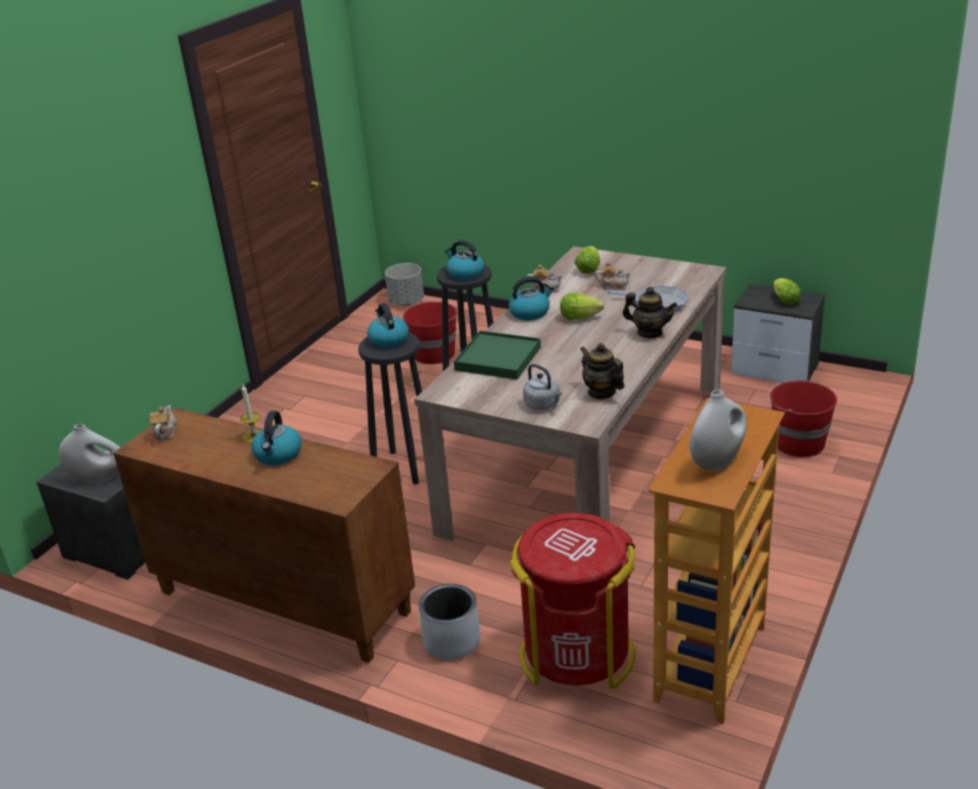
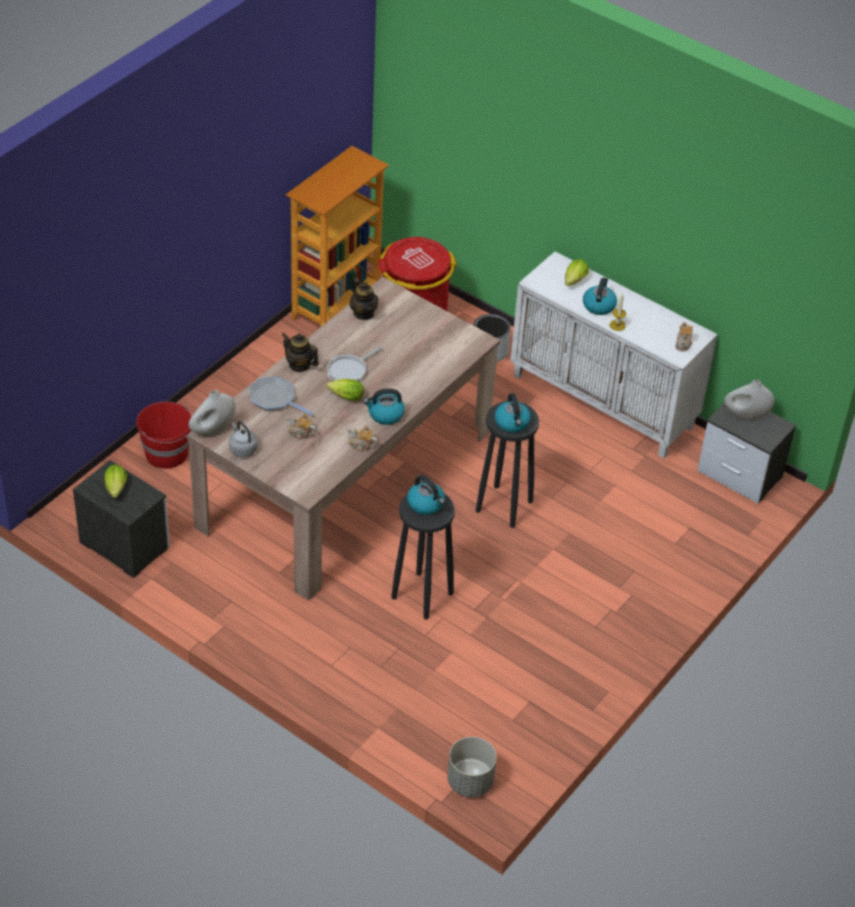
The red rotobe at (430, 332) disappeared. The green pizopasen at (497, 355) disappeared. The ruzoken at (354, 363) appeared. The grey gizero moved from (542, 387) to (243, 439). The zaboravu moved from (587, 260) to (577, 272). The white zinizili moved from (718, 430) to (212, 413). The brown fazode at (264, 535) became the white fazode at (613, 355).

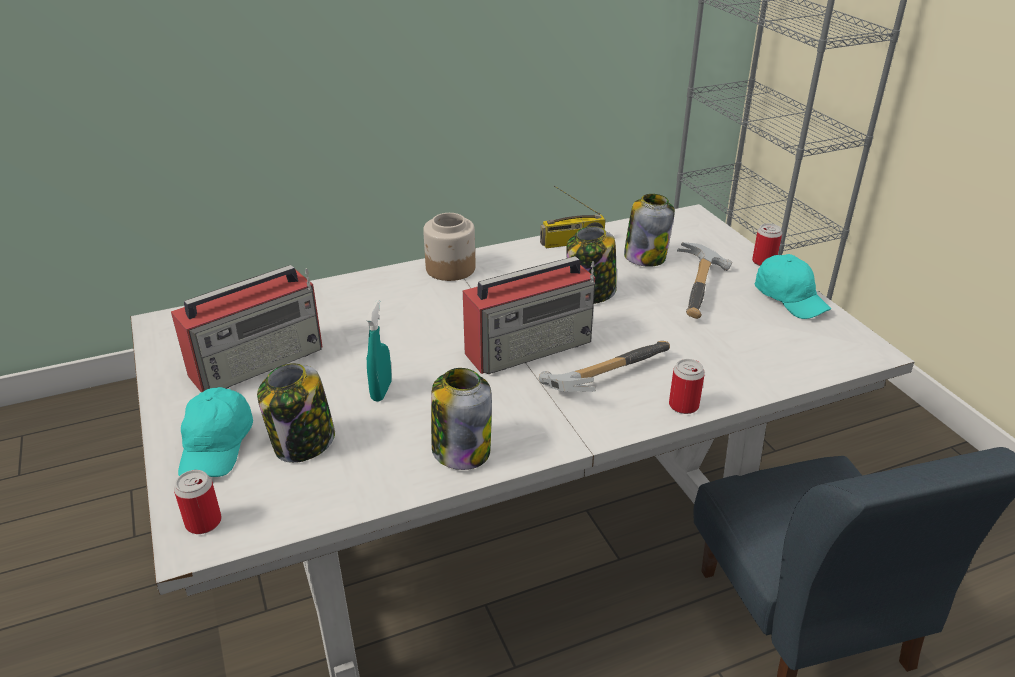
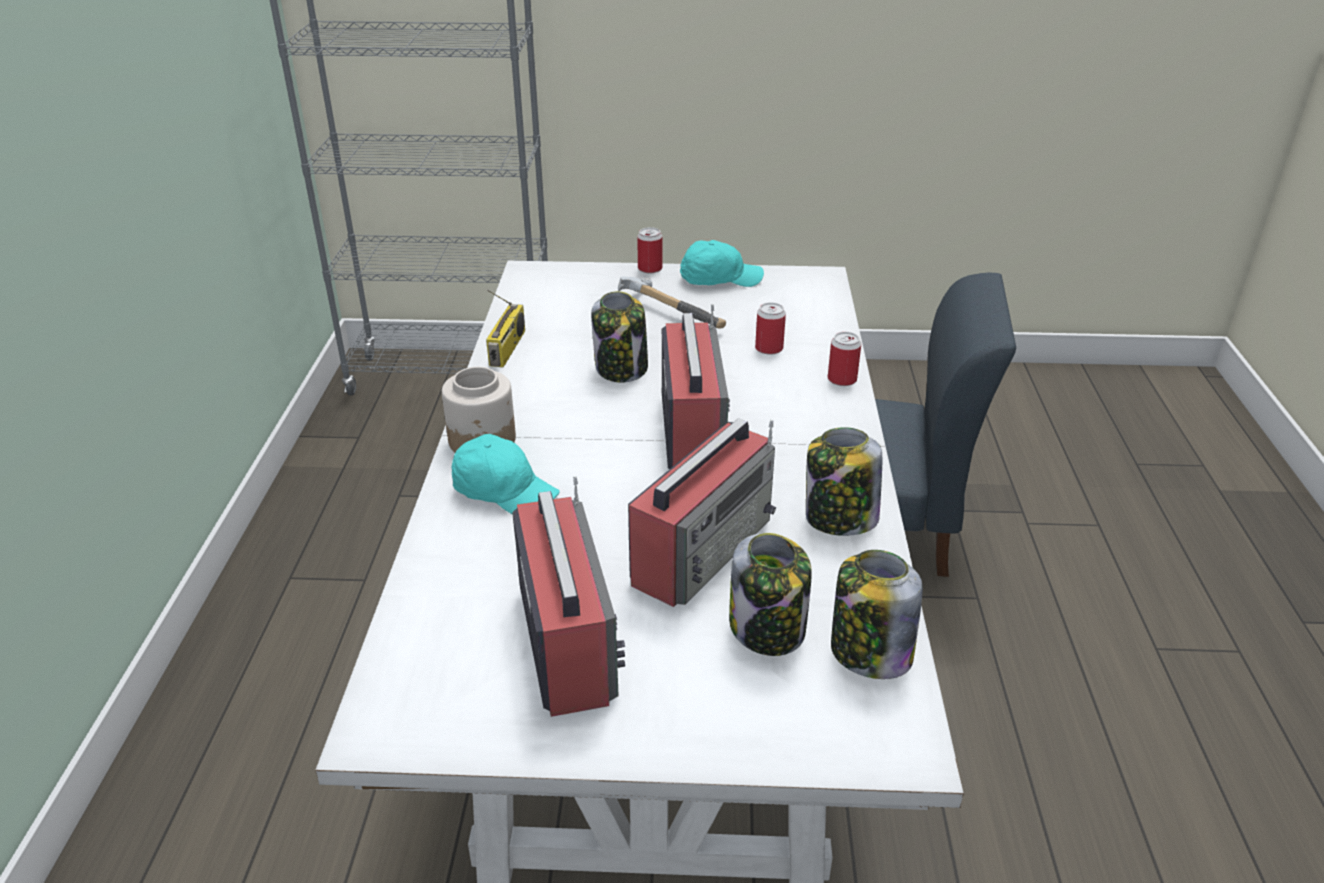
The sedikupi at (604, 366) disappeared. The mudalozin moved from (198, 502) to (770, 328). The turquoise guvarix moved from (215, 432) to (506, 474). The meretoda moved from (649, 230) to (877, 614). The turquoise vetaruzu at (379, 351) was replaced by the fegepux at (702, 512).

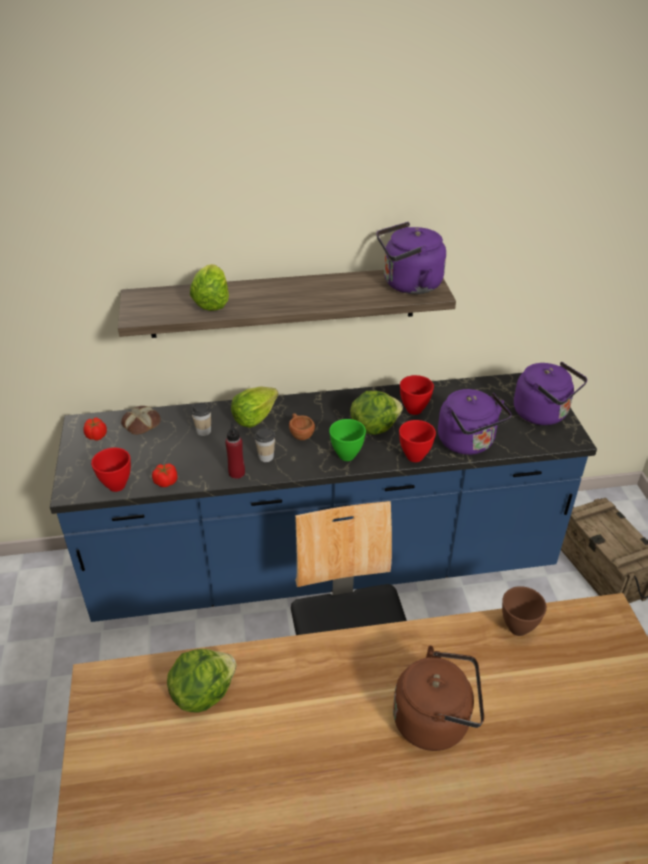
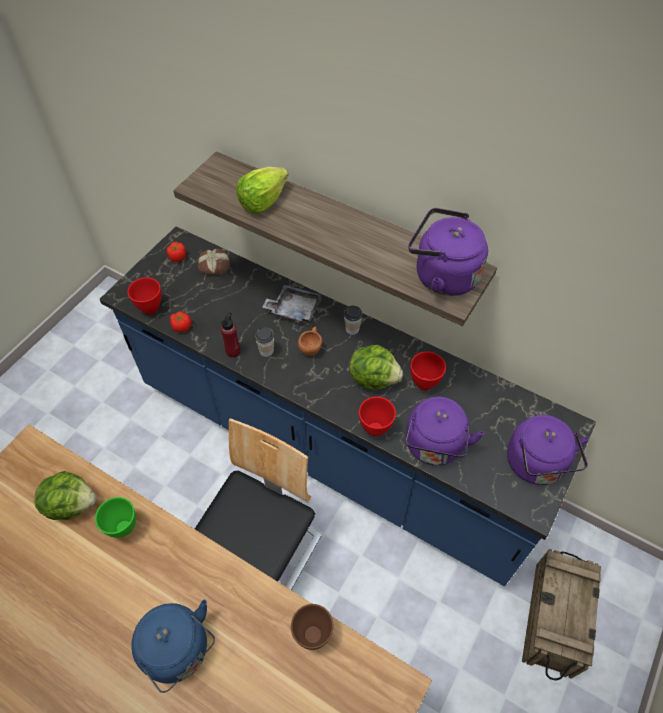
The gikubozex moved from (201, 419) to (353, 320). The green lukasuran moved from (347, 440) to (115, 517). The zaboravu at (254, 407) was replaced by the grey pizopasen at (291, 304). The brown gizero at (438, 698) became the blue gizero at (173, 646).

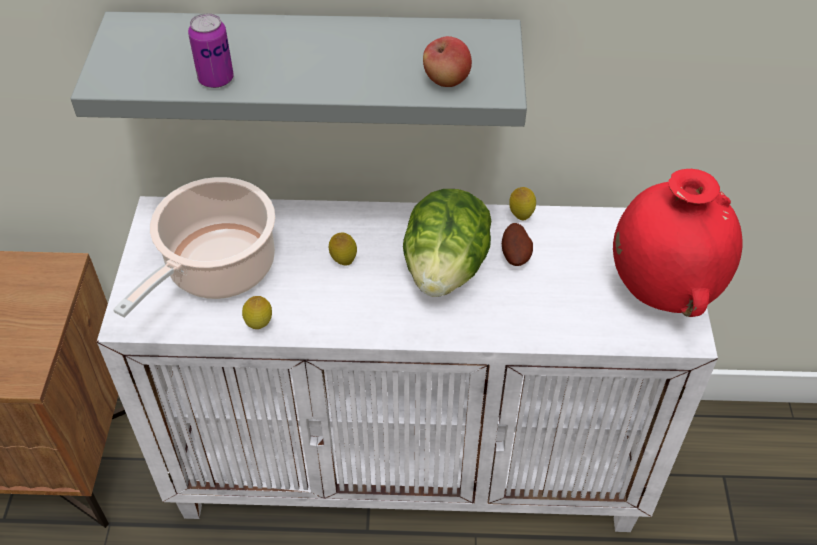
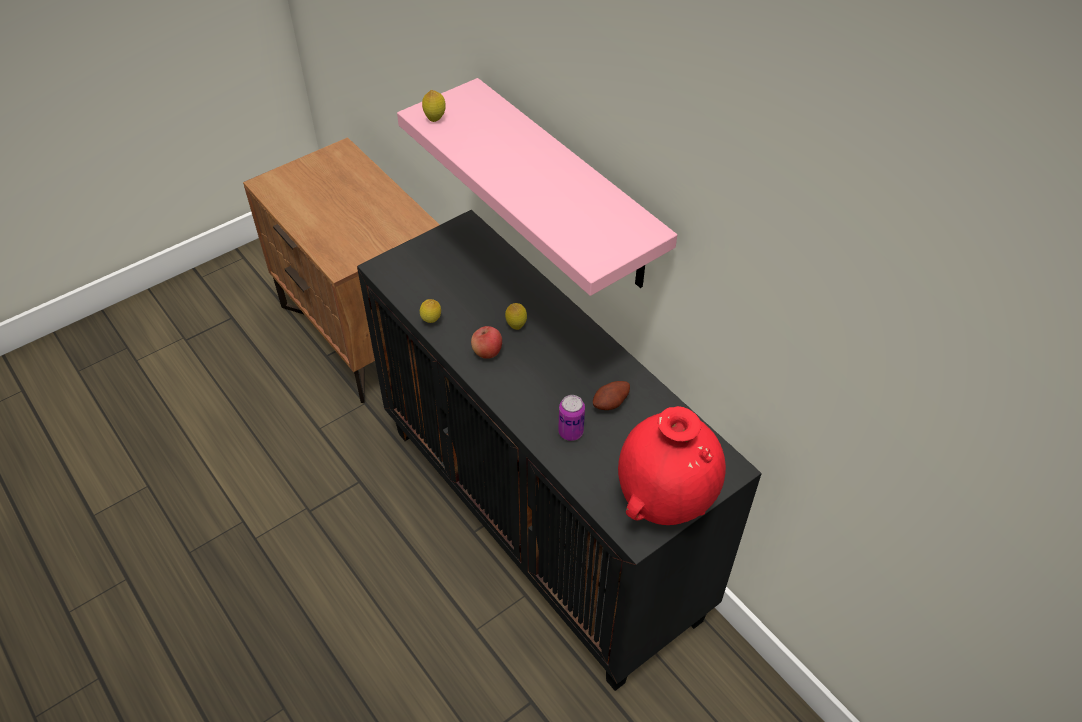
The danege at (194, 247) disappeared. The zaboravu at (447, 243) disappeared. The mudalozin moved from (211, 50) to (571, 418). The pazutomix moved from (447, 61) to (486, 342). The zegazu moved from (522, 203) to (434, 106). The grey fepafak at (299, 69) became the pink fepafak at (537, 187). The white fazode at (407, 364) became the black fazode at (559, 450).

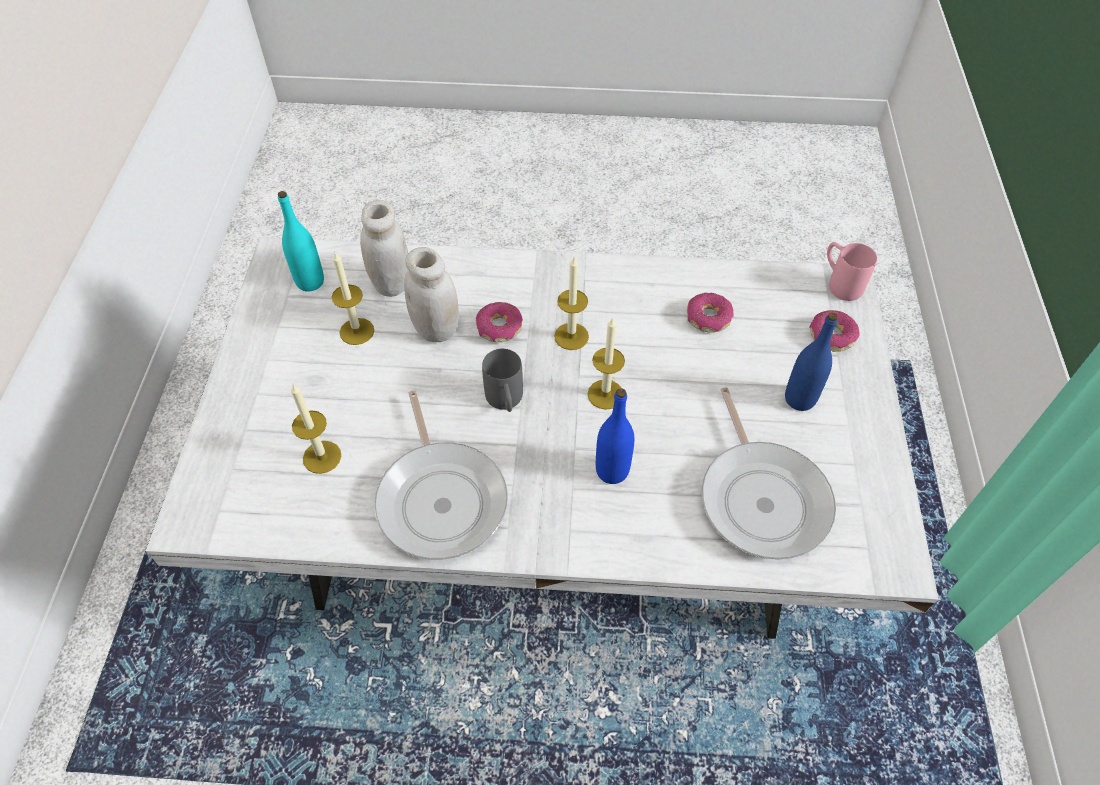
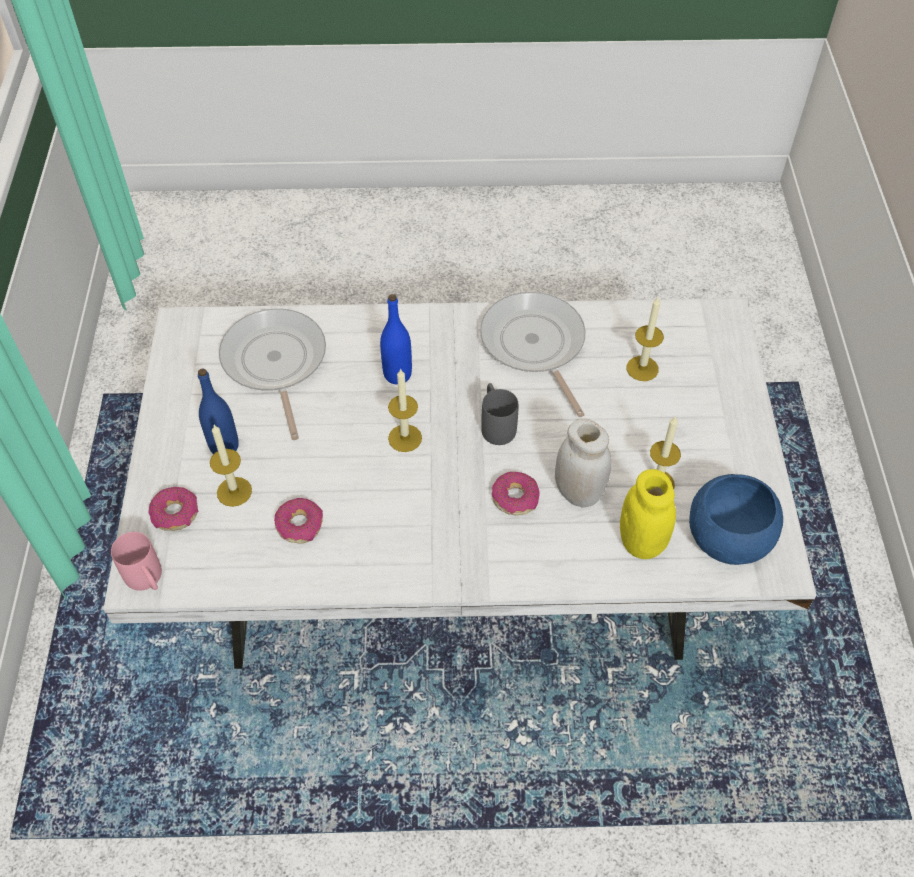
The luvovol moved from (571, 304) to (231, 466). The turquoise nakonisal at (301, 241) was replaced by the blue lukasuran at (736, 519). The white meretoda at (384, 248) became the yellow meretoda at (648, 514).

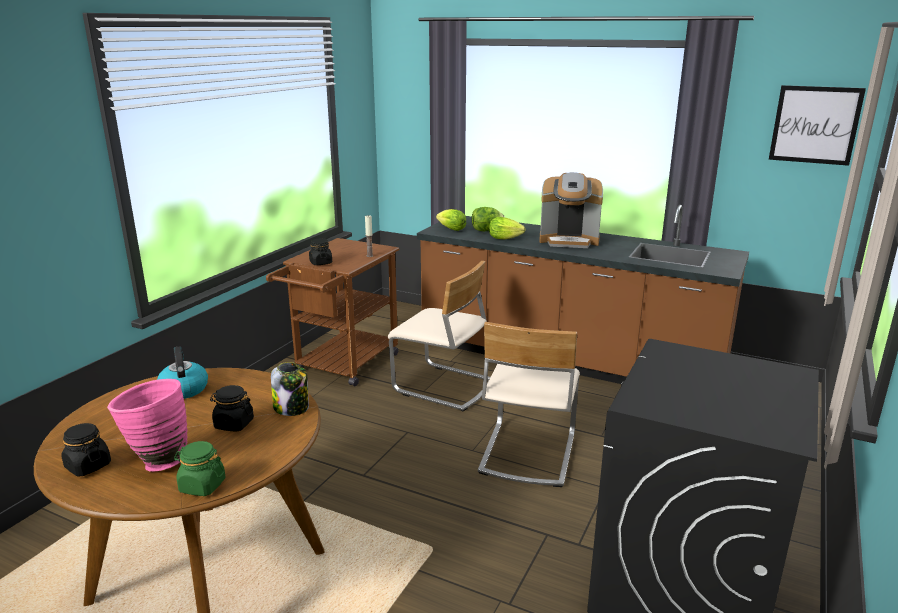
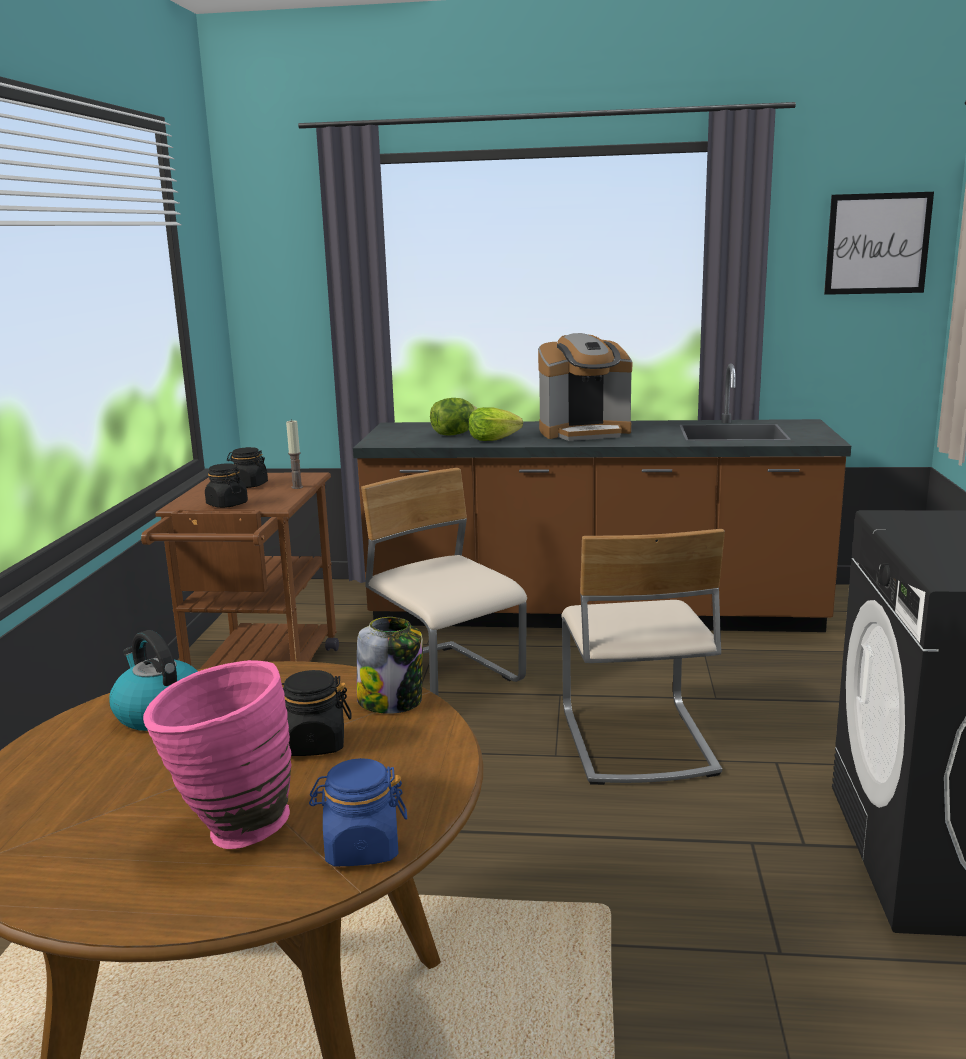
The zaboravu at (451, 220) disappeared. The black meretoda moved from (86, 450) to (247, 467). The green meretoda at (200, 468) became the blue meretoda at (358, 812). The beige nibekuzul at (439, 336) turned 135 degrees counterclockwise.

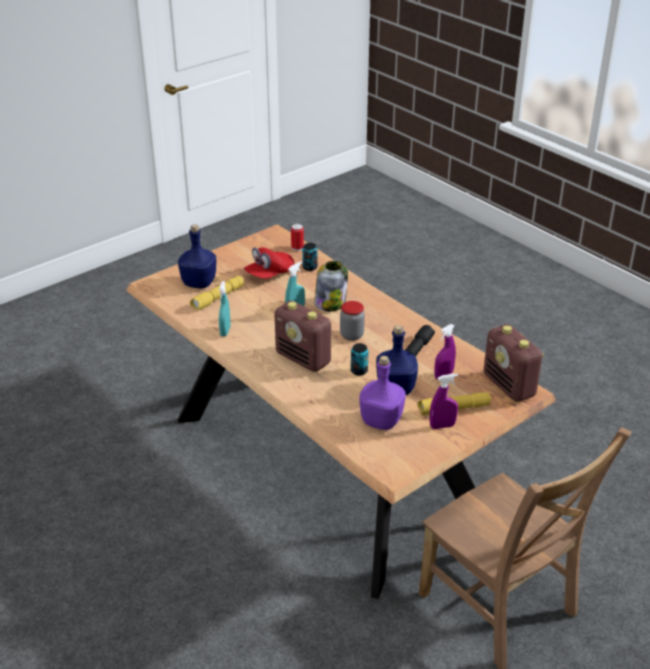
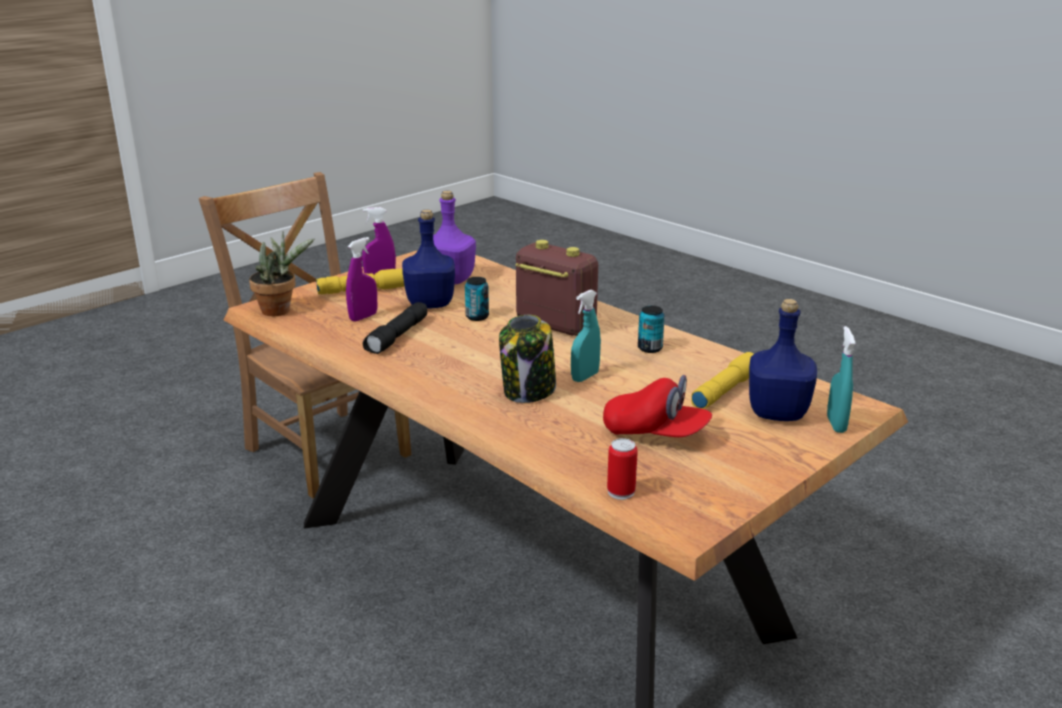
The meretoda at (352, 321) disappeared. The turquoise vetaruzu moved from (224, 309) to (841, 379). The mudalozin moved from (309, 257) to (651, 329). The fegepux at (514, 363) was replaced by the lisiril at (281, 273). The red guvarix at (269, 263) turned 75 degrees clockwise.

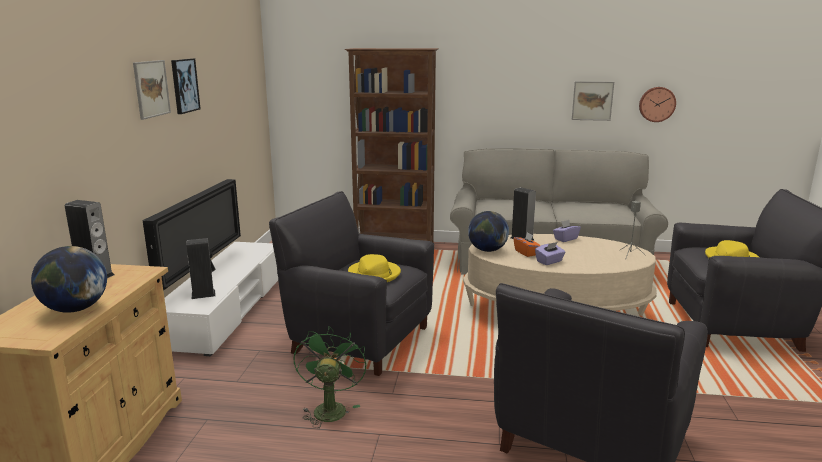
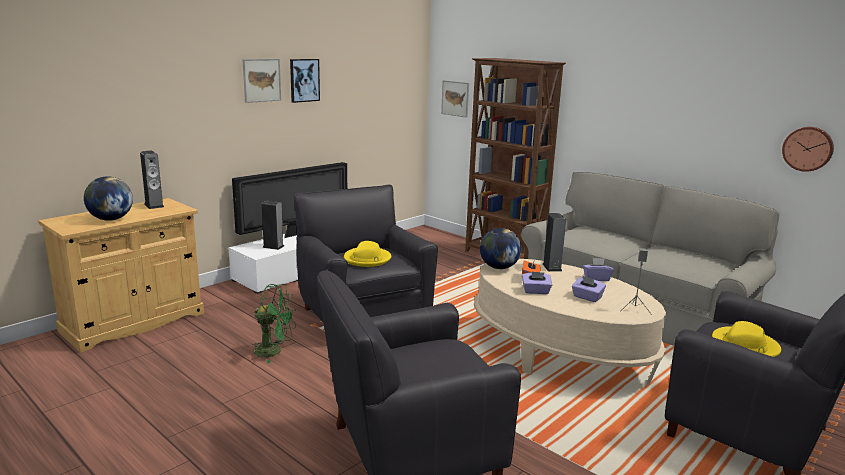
The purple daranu at (589, 289) appeared. The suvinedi moved from (593, 101) to (455, 99). The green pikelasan at (329, 377) turned 60 degrees clockwise.

